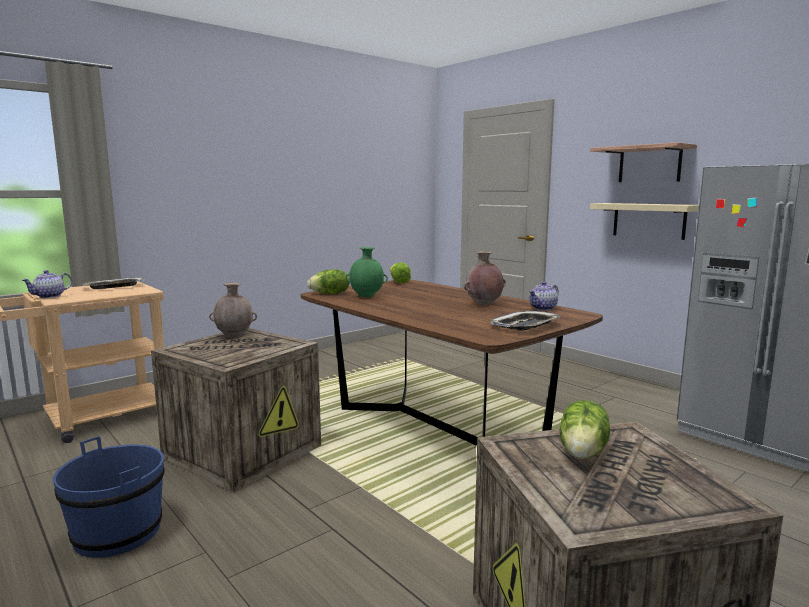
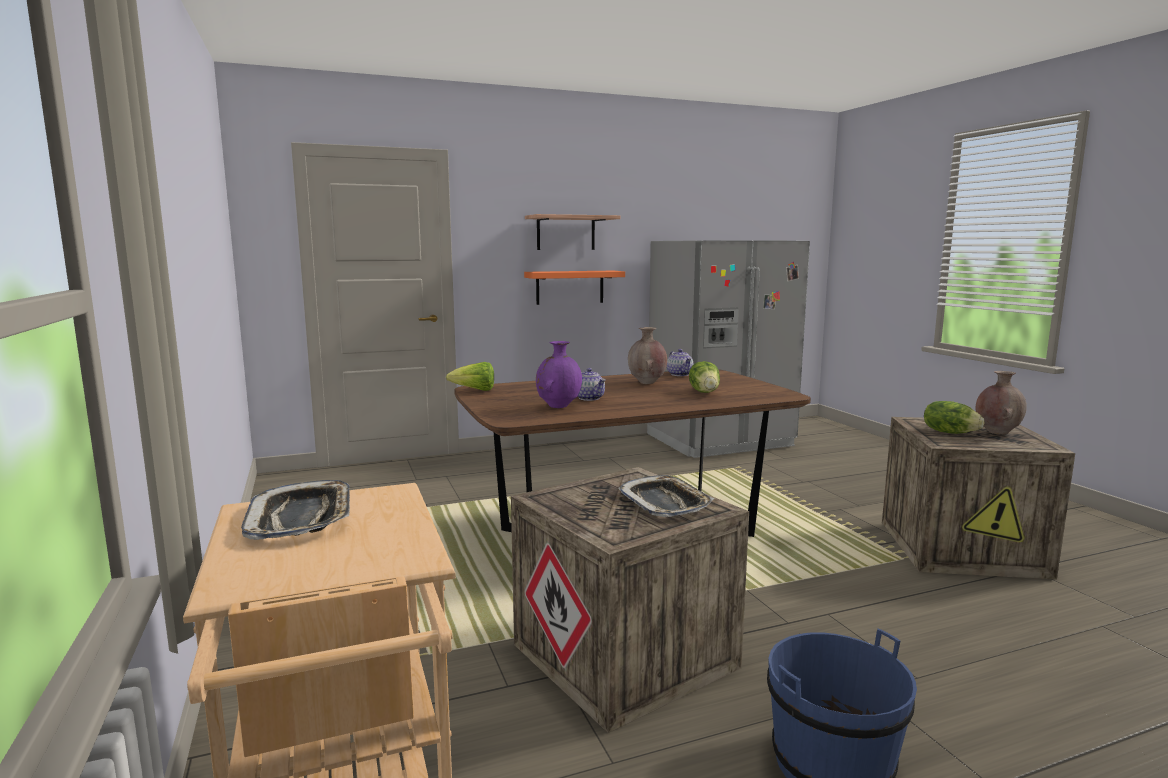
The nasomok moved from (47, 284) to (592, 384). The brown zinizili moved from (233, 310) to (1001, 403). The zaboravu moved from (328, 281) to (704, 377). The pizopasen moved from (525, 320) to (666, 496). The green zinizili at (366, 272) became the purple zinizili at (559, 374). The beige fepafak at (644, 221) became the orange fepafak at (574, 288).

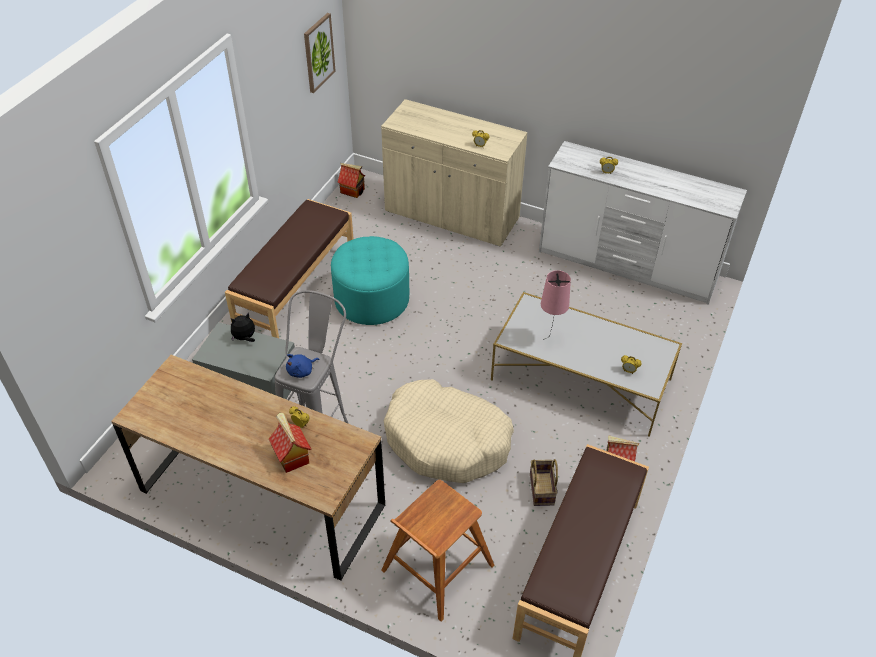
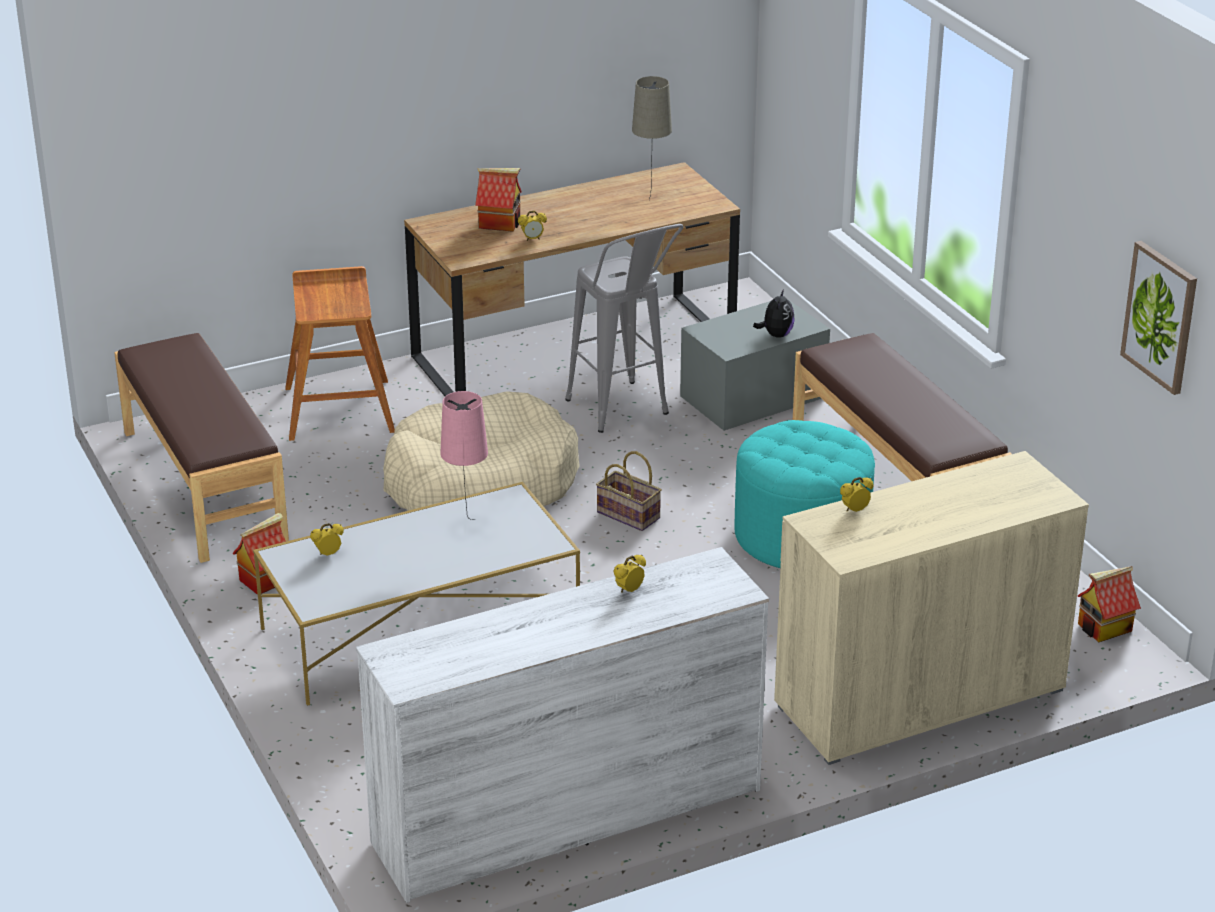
The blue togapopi at (302, 366) disappeared. The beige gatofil at (652, 138) appeared. The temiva moved from (544, 482) to (629, 491).

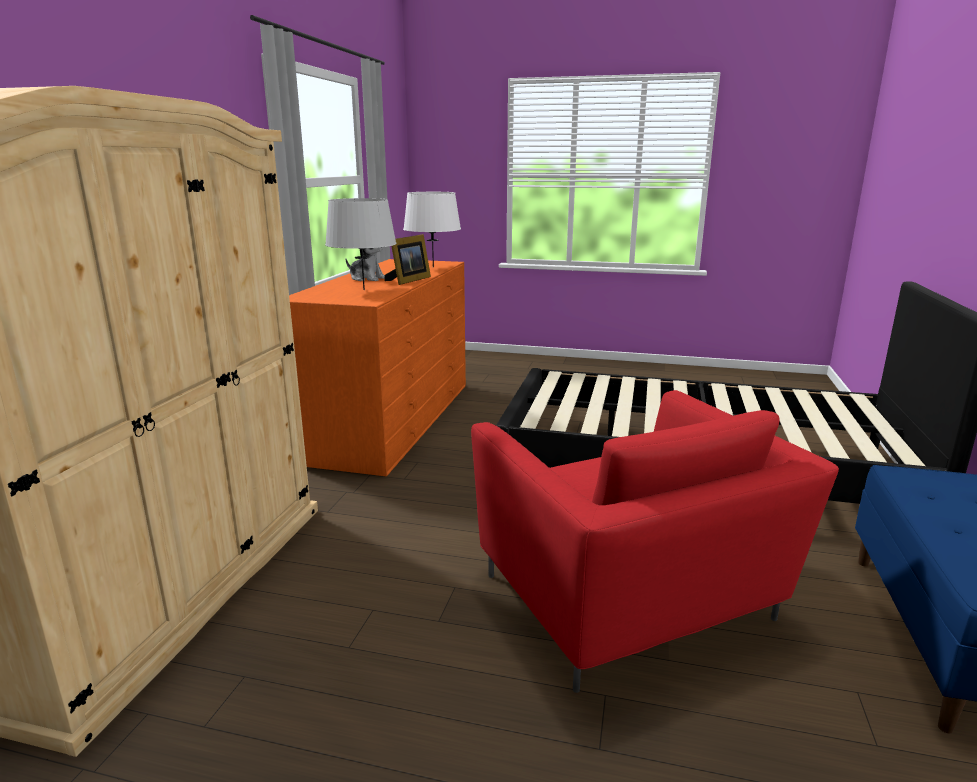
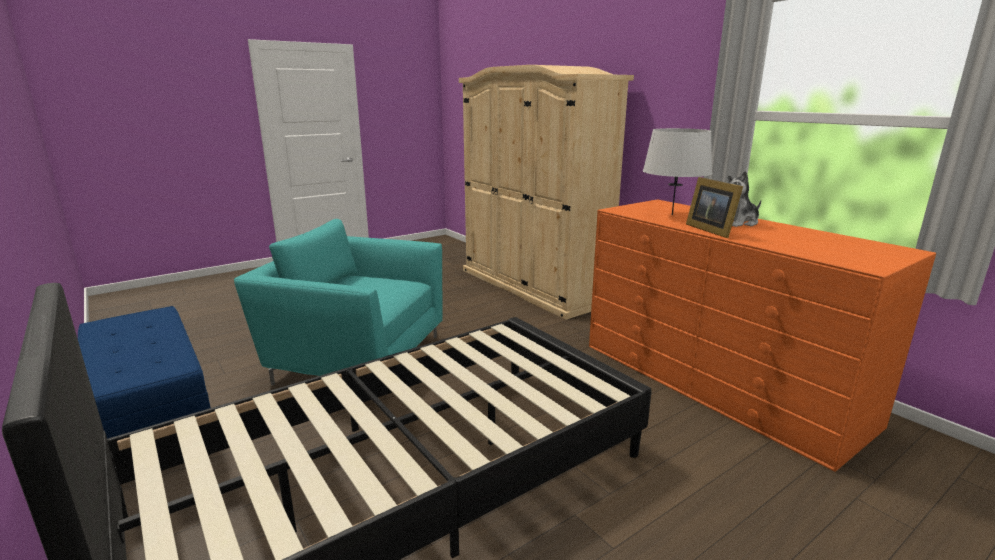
The white gatofil at (432, 229) disappeared. The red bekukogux at (655, 541) became the turquoise bekukogux at (338, 311).

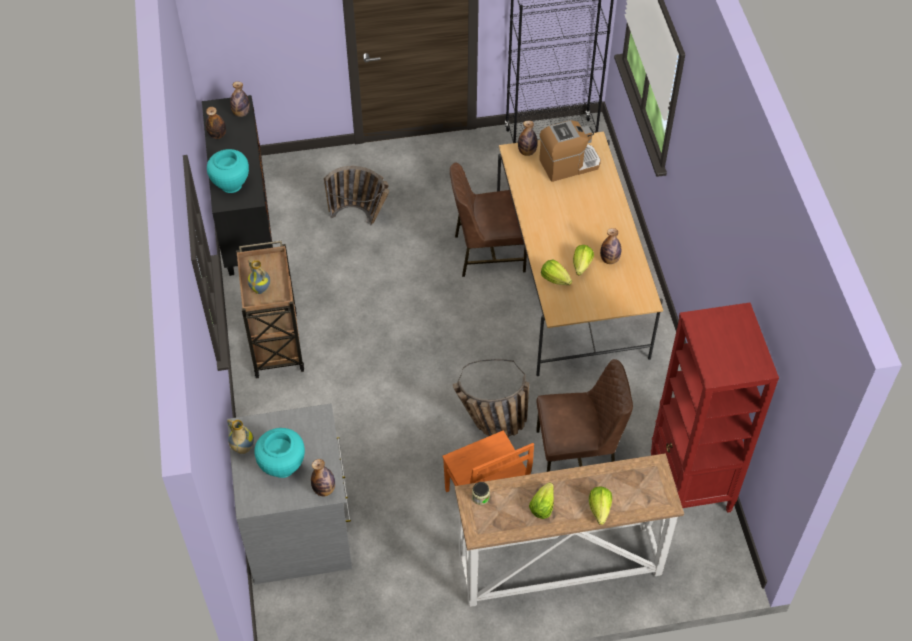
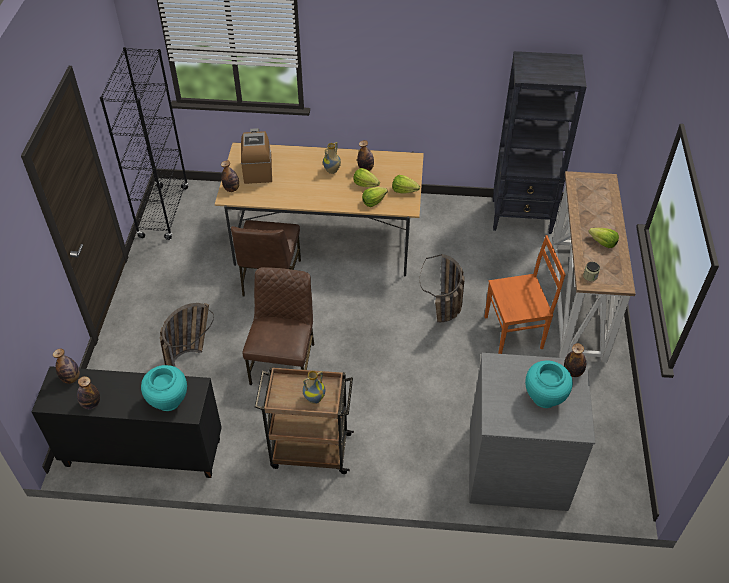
The zinizili moved from (240, 437) to (332, 158). The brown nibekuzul moved from (584, 415) to (278, 326). The zaboravu moved from (600, 505) to (406, 184). The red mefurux at (715, 408) became the black mefurux at (540, 142).

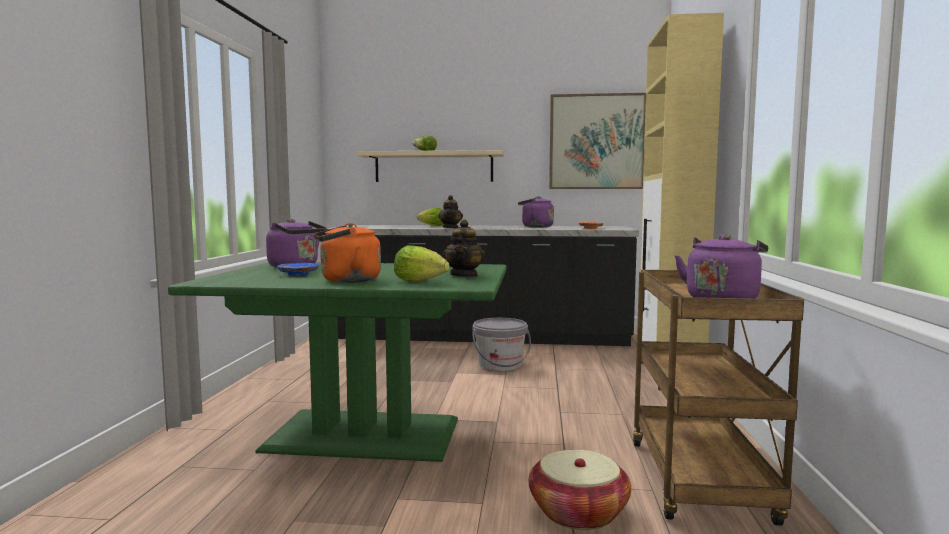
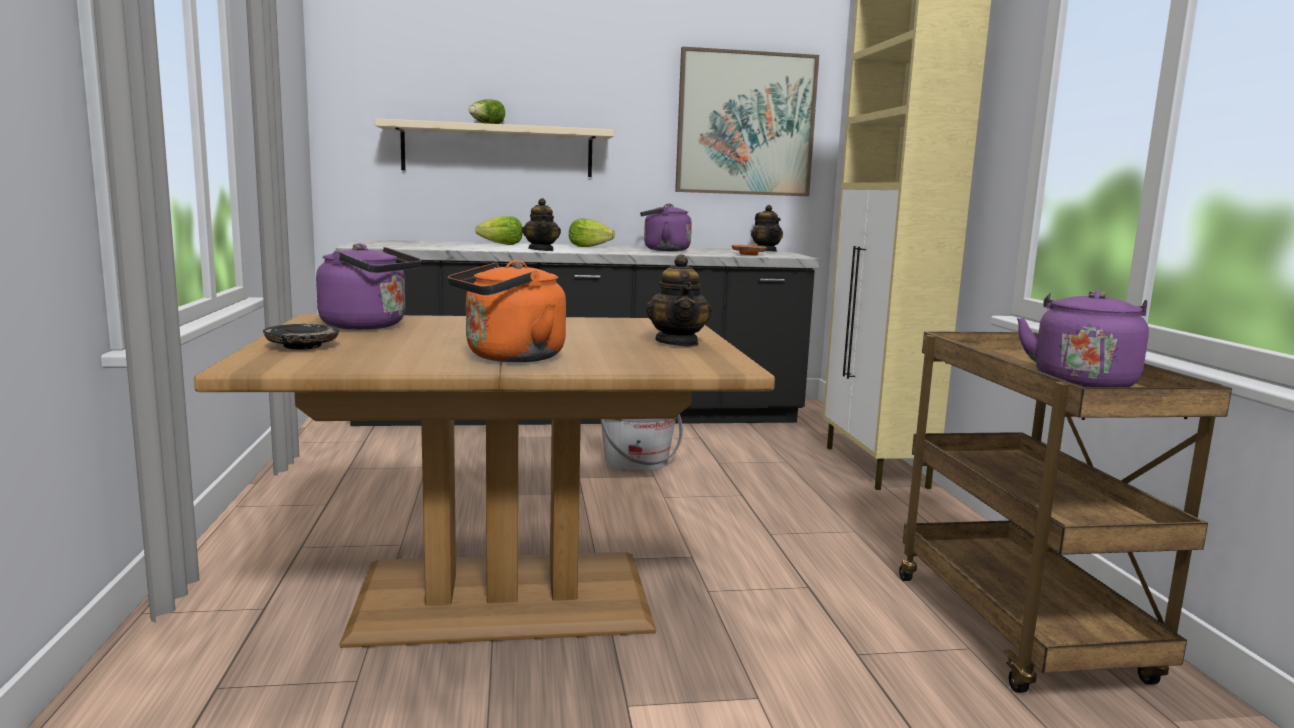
The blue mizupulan at (298, 269) disappeared. The temiva at (579, 490) disappeared. The black mizupulan at (301, 336) appeared. The nasomok at (767, 228) appeared. The zaboravu moved from (421, 263) to (592, 232). The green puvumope at (337, 362) became the brown puvumope at (484, 481).

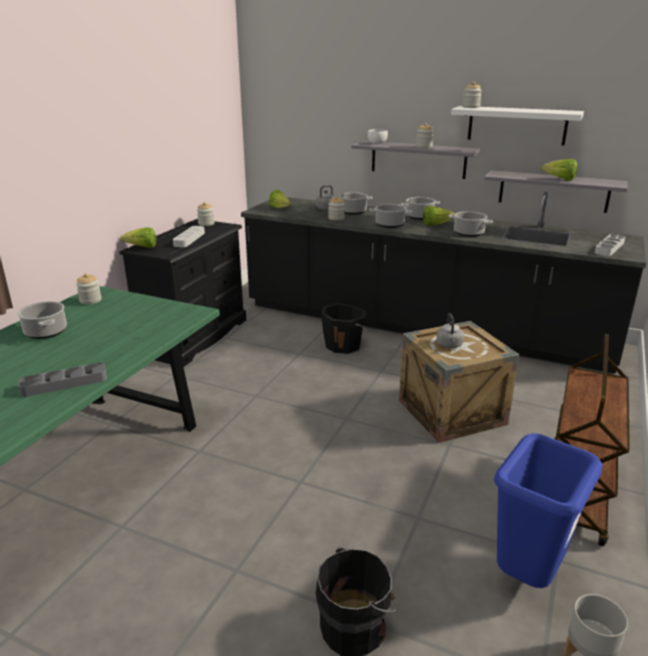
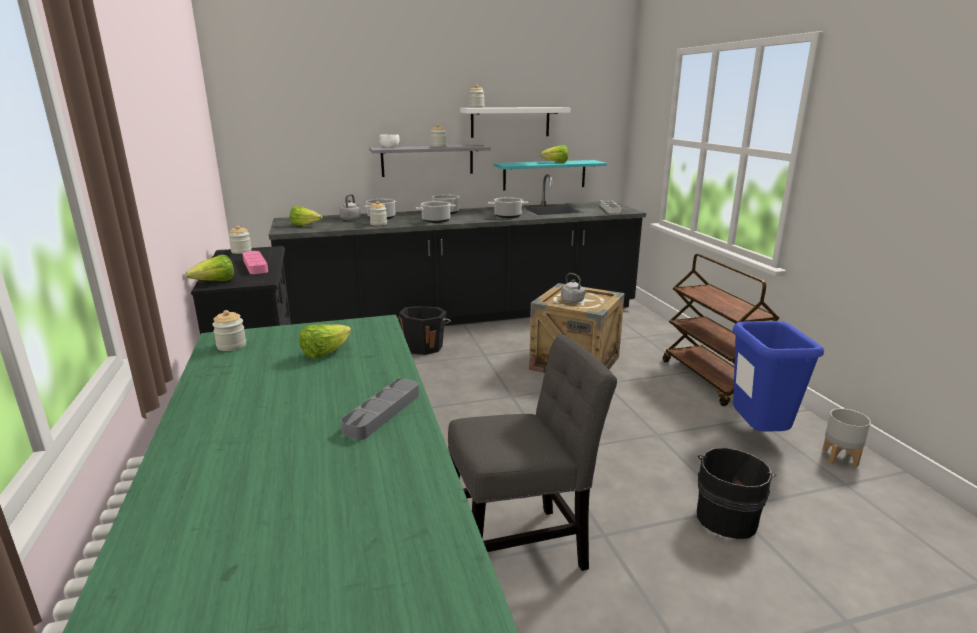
The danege at (42, 320) disappeared. The grey nibekuzul at (532, 452) appeared. The zaboravu moved from (439, 216) to (325, 341). The grey pizopasen at (189, 236) became the pink pizopasen at (255, 262). The grey fepafak at (555, 191) became the turquoise fepafak at (550, 175).

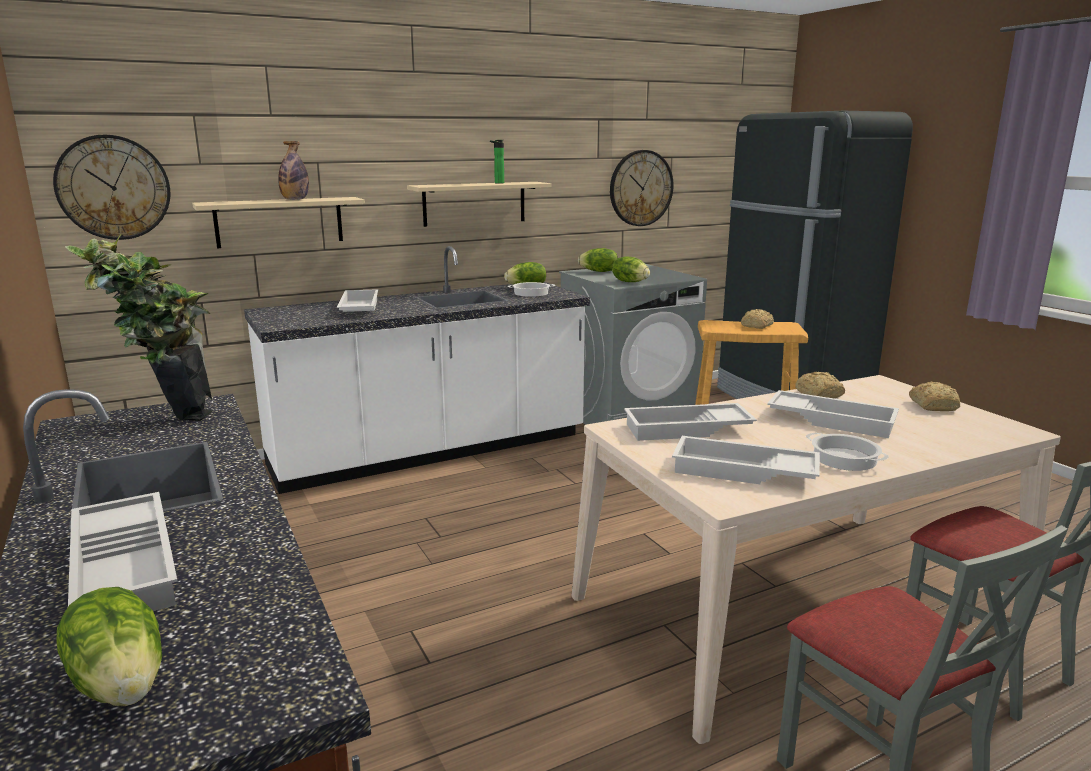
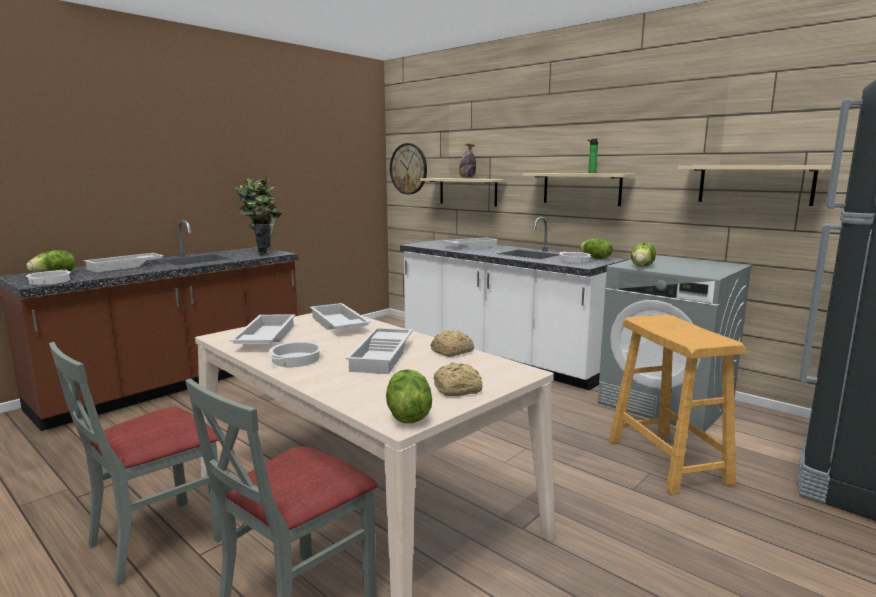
The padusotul at (757, 319) disappeared. The danege at (48, 277) appeared. The zaboravu moved from (598, 260) to (409, 396). The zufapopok at (642, 188) was replaced by the beige fepafak at (755, 185).

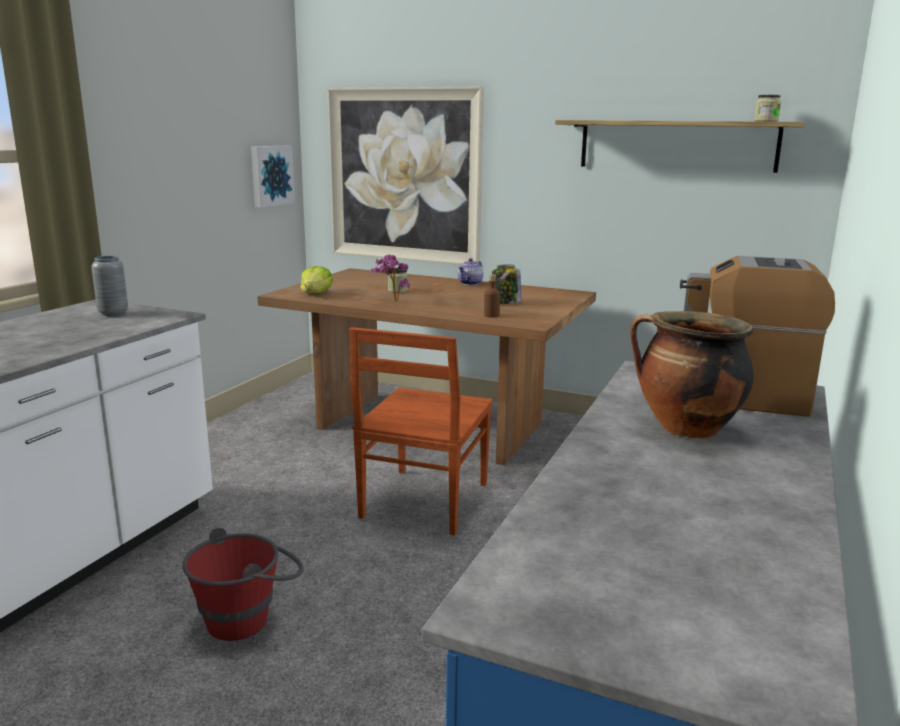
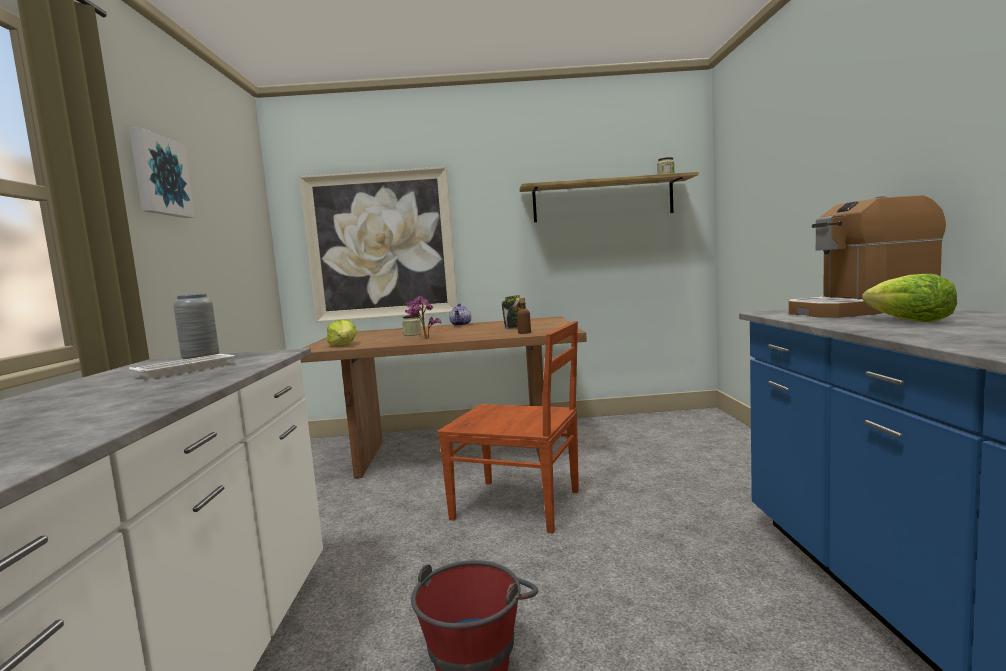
The white pizopasen at (182, 366) appeared. The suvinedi moved from (273, 177) to (162, 172). The danege at (692, 374) was replaced by the zaboravu at (909, 298). The brown nibekuzul at (421, 431) turned 60 degrees counterclockwise.

